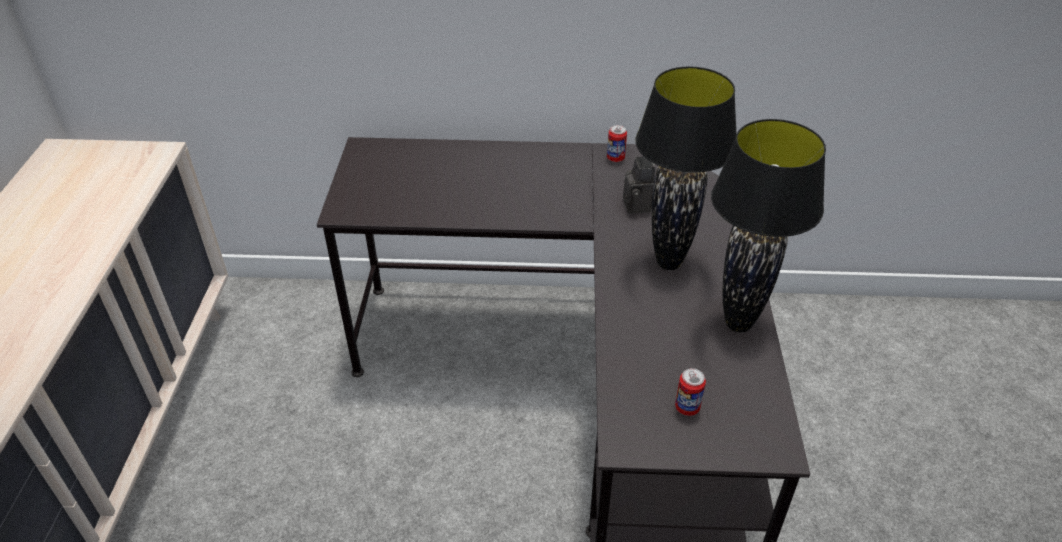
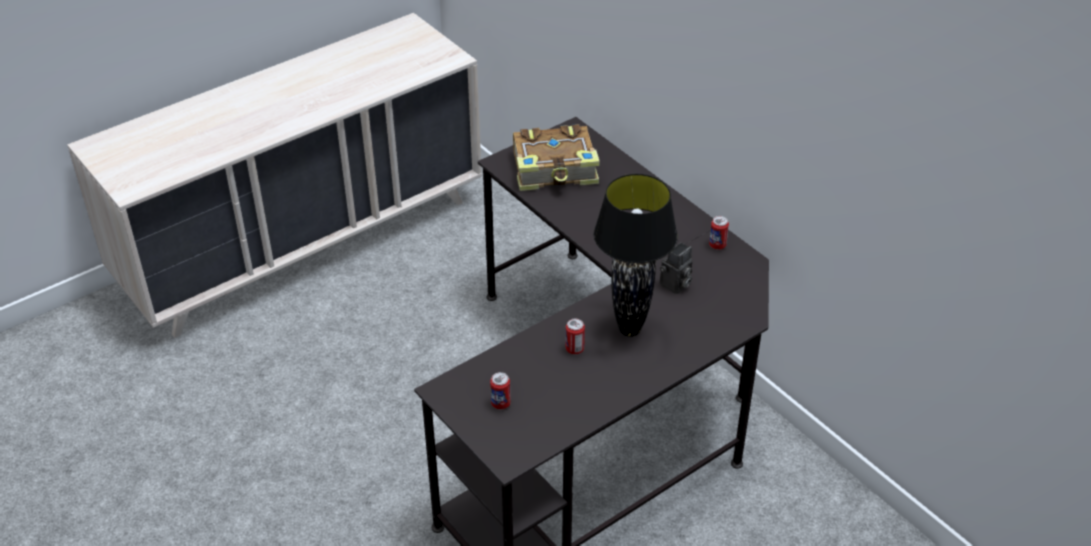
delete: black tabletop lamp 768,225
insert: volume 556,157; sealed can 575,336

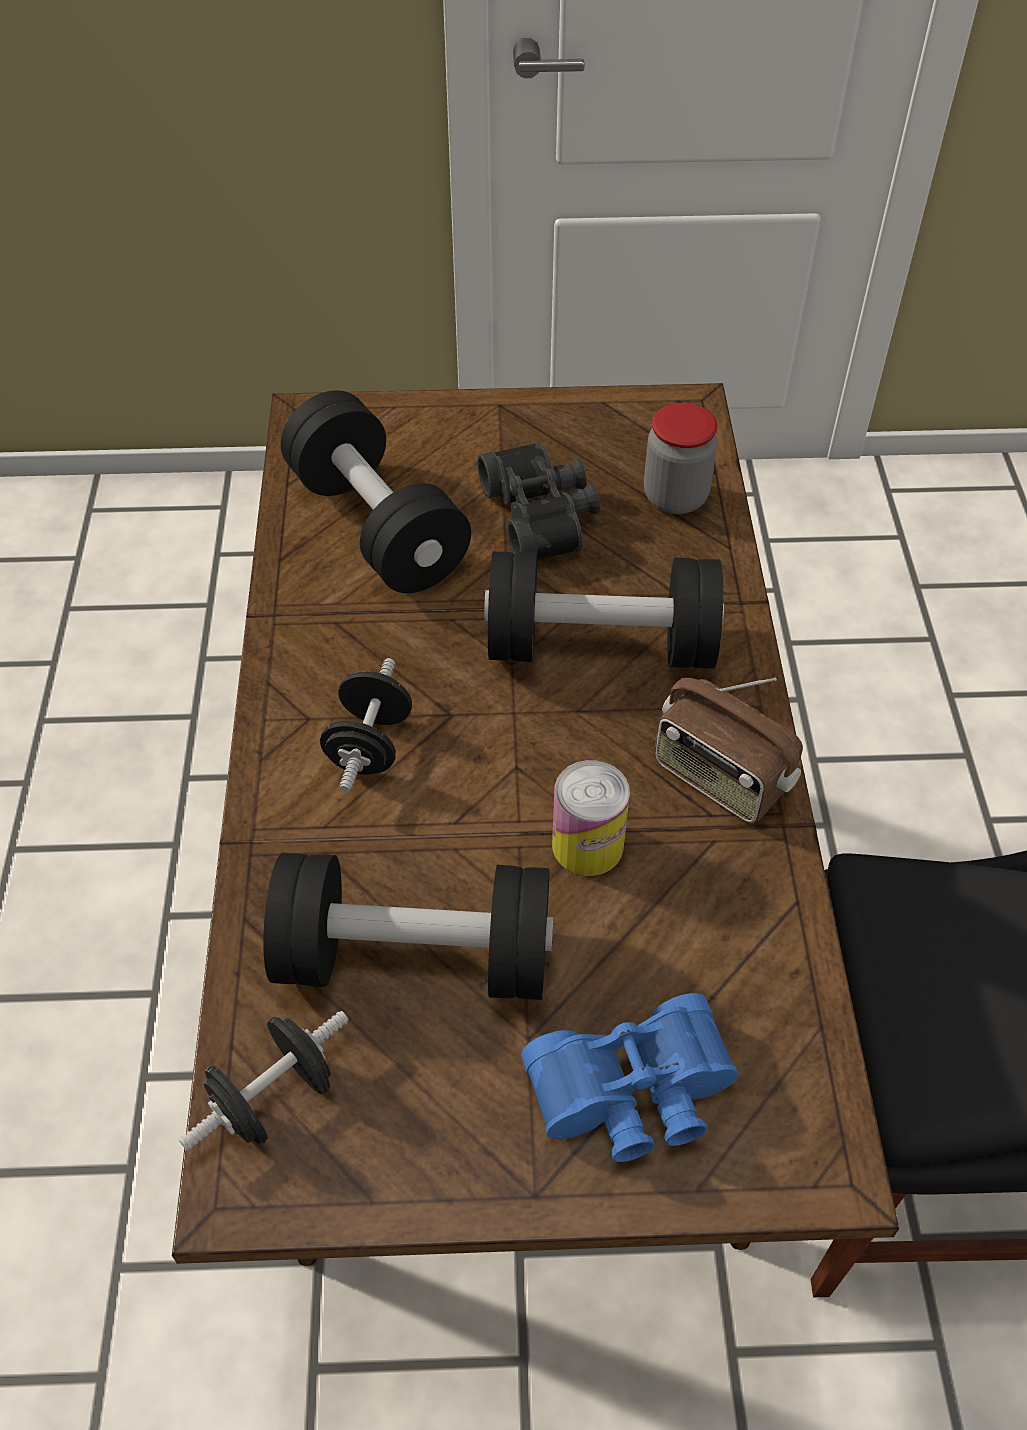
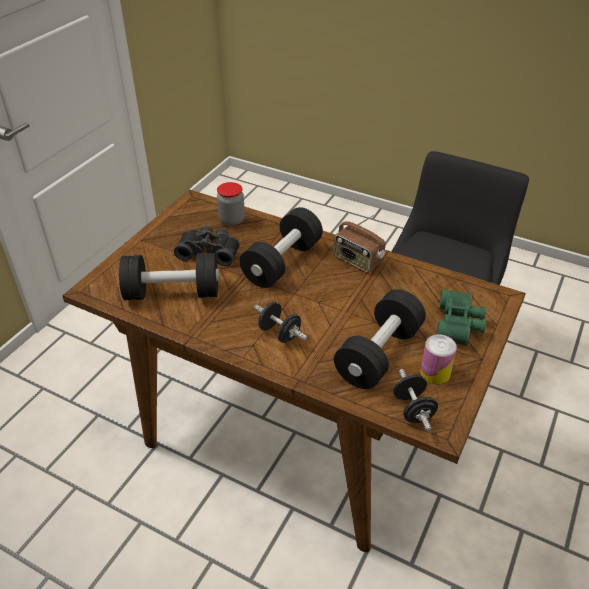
move: sealed can 591,818 to 438,359
recolor: blue pair of binoculars 630,1077 to green-coloured pair of binoculars 461,317
rotate: radio receiver 729,750 = 359,243 60 degrees clockwise

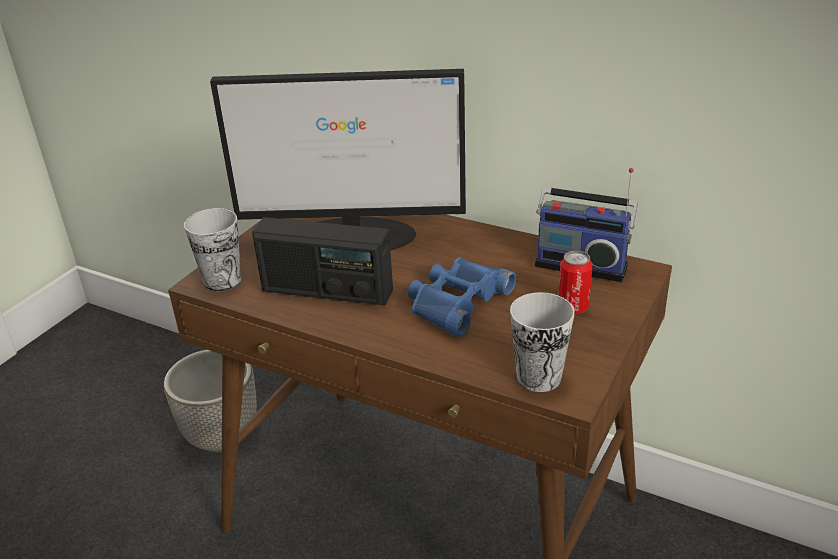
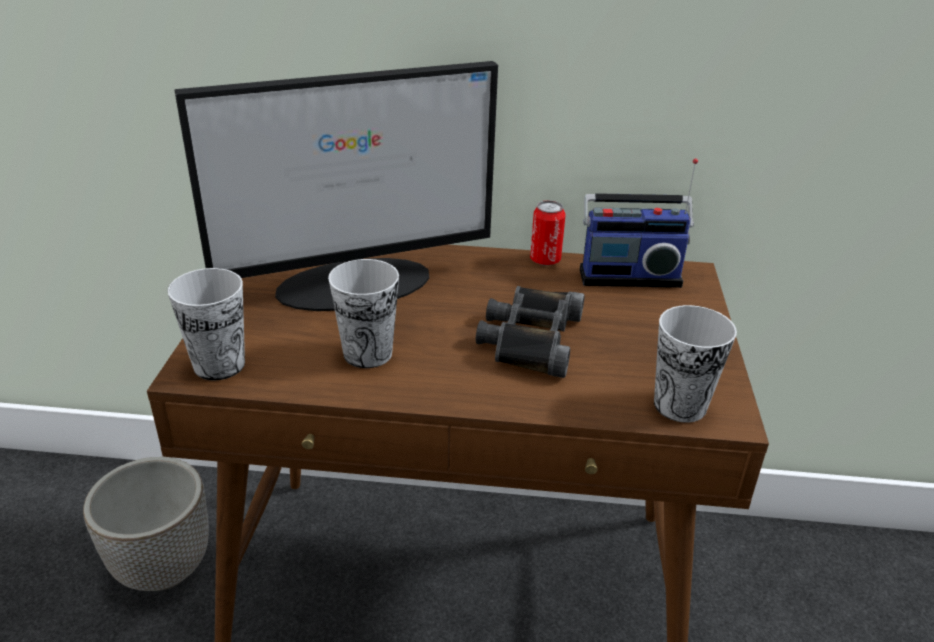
move: sealed can 575,282 to 547,233
replace: radio receiver 322,261 to cup 363,313
recolor: blue pair of binoculars 462,297 to black pair of binoculars 530,332

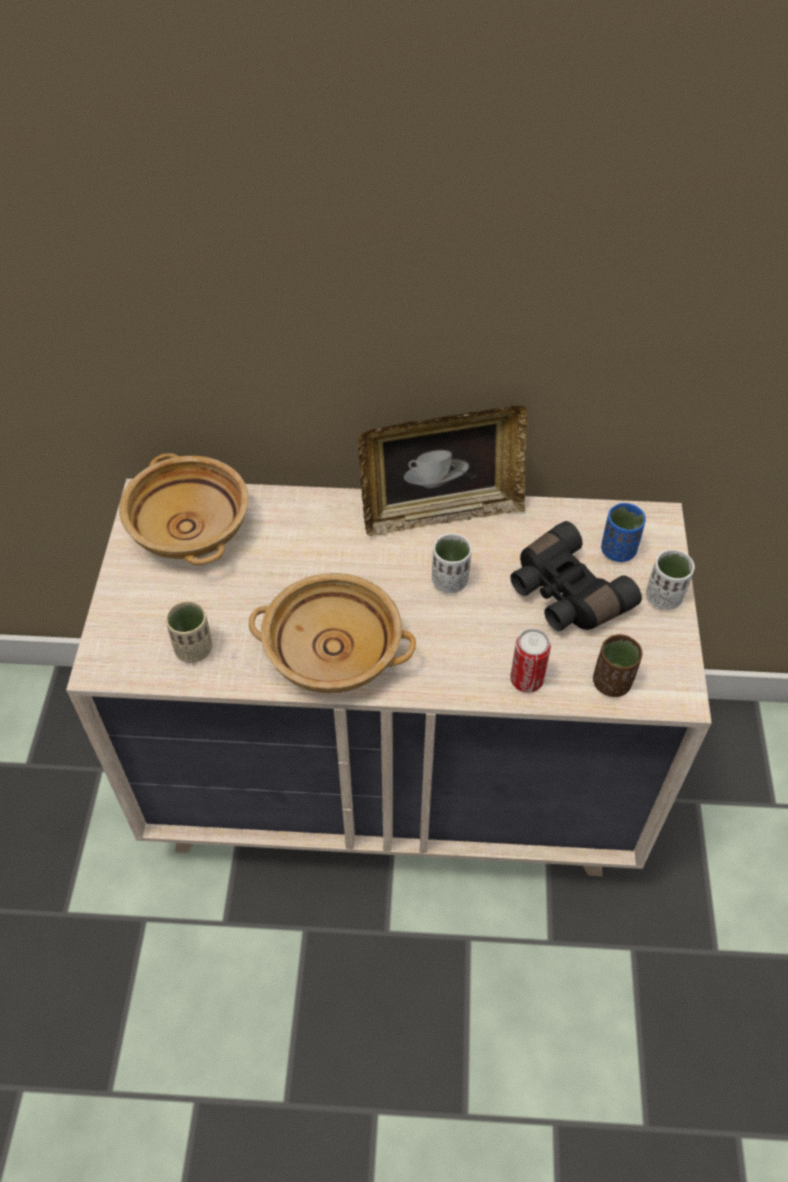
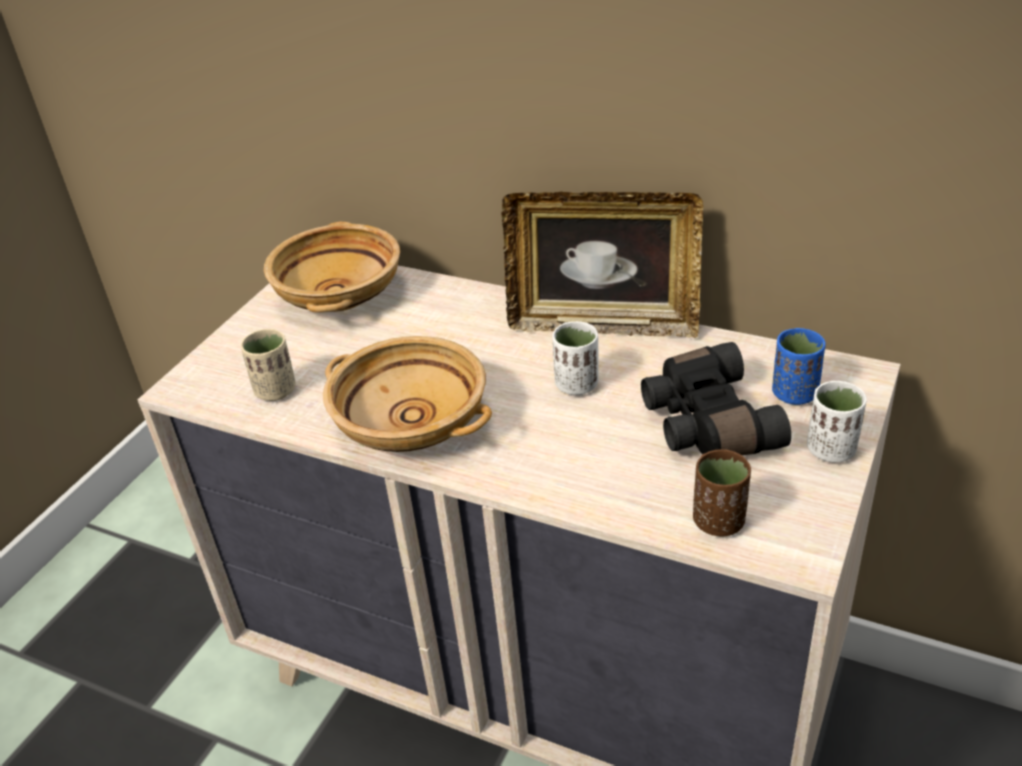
delete: sealed can 530,661

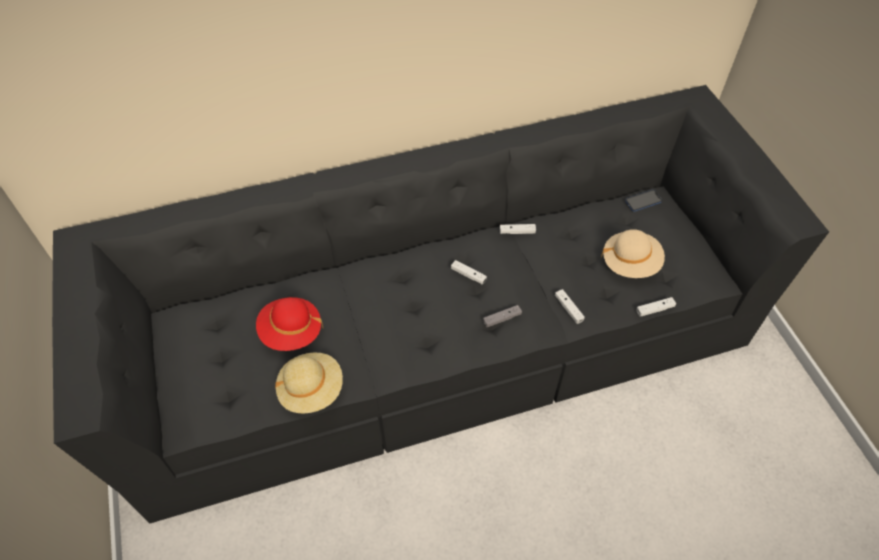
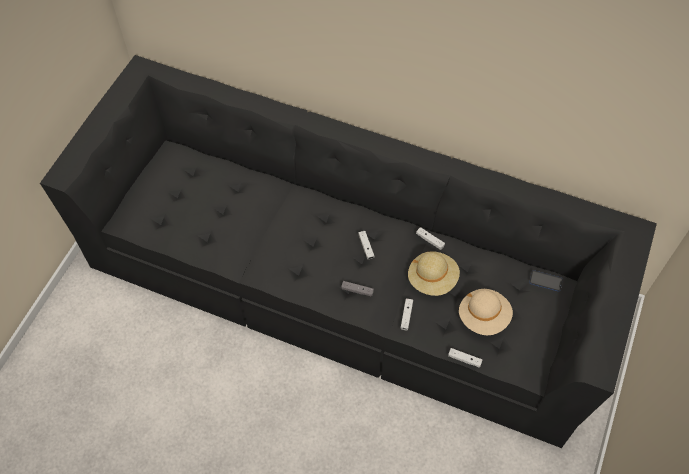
delete: reddish clothing hat 289,324
move: sand-coloured clothing hat 309,383 to 434,273

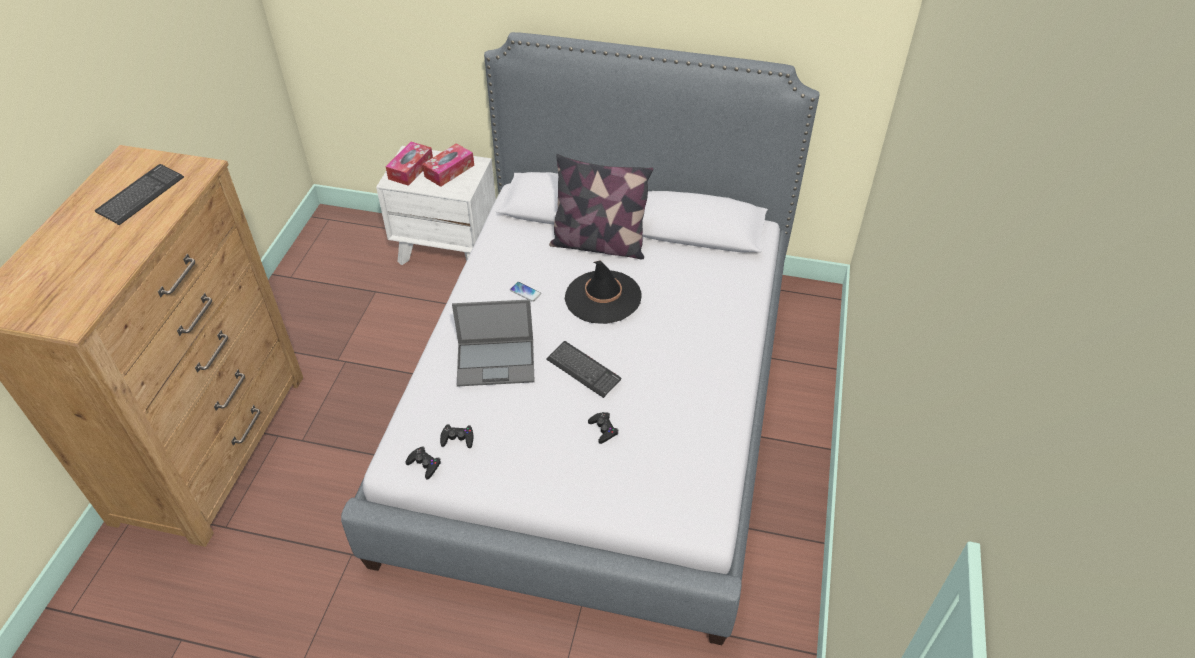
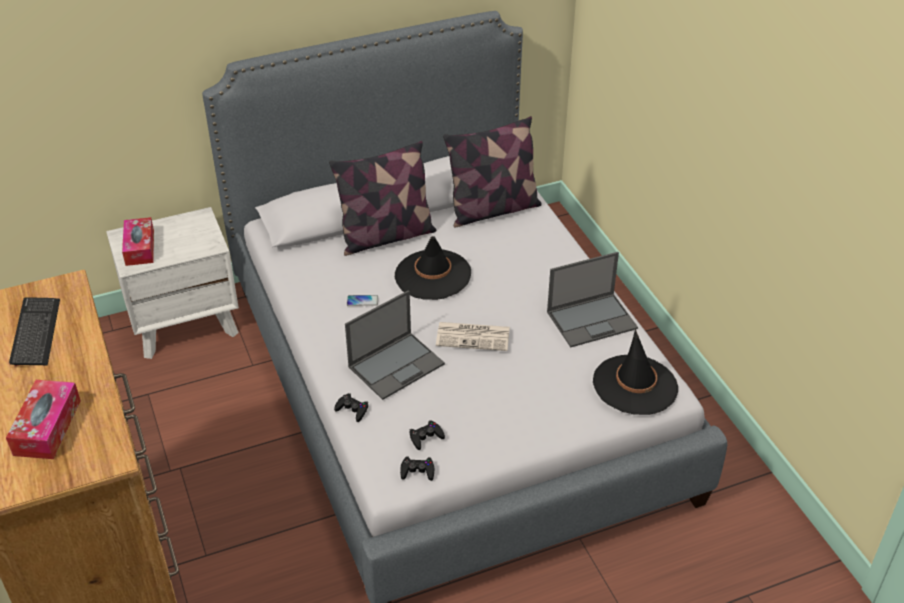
insert: throw pillow 492,172; laptop 592,300; black clothing hat 635,372
move: box of tissues 448,165 to 43,419; black gamepad 603,428 to 351,407
replace: keyboard 584,369 to daily paper 473,336

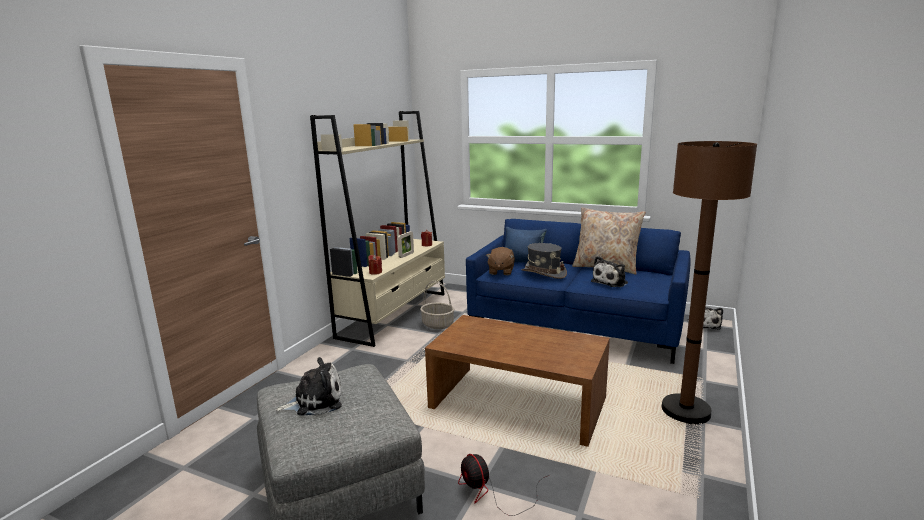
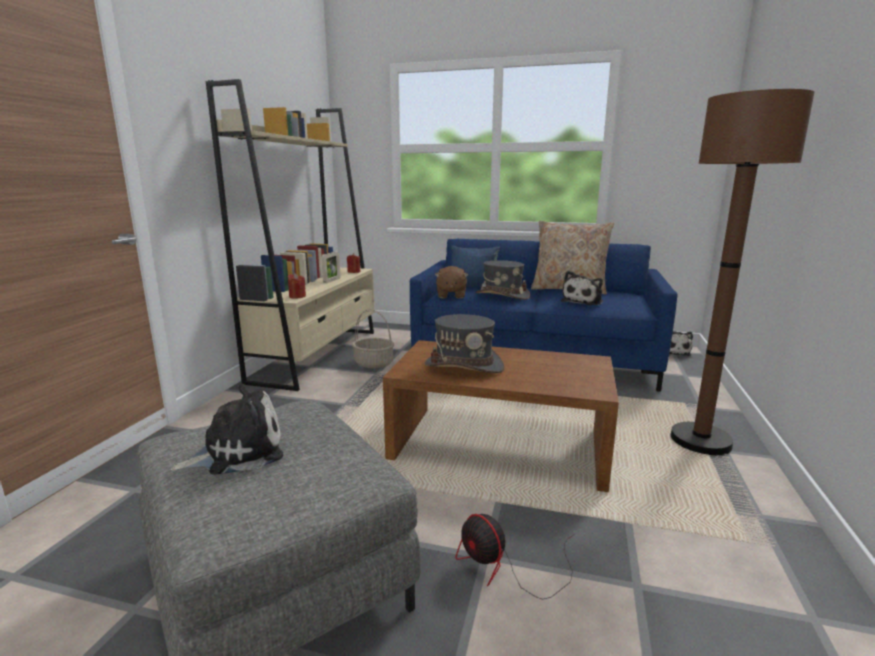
insert: grey clothing hat 464,343

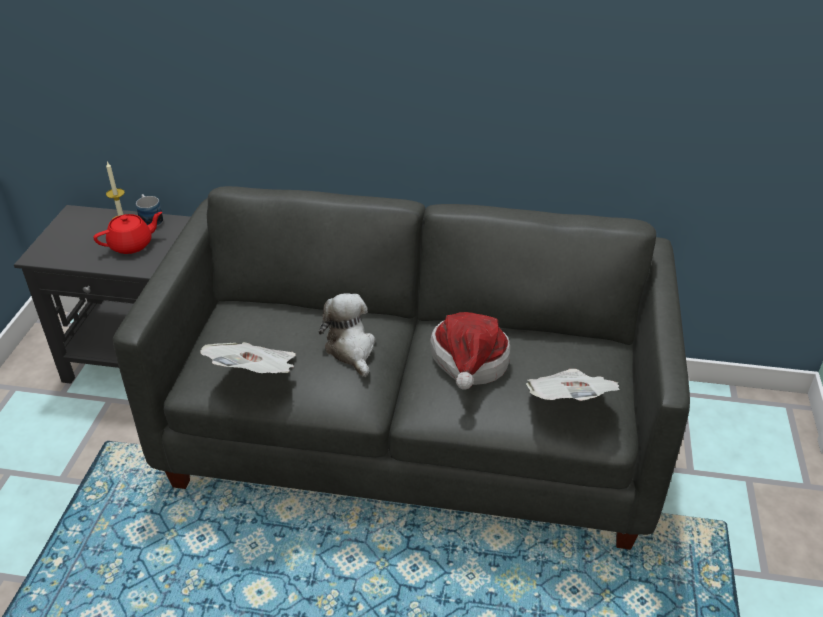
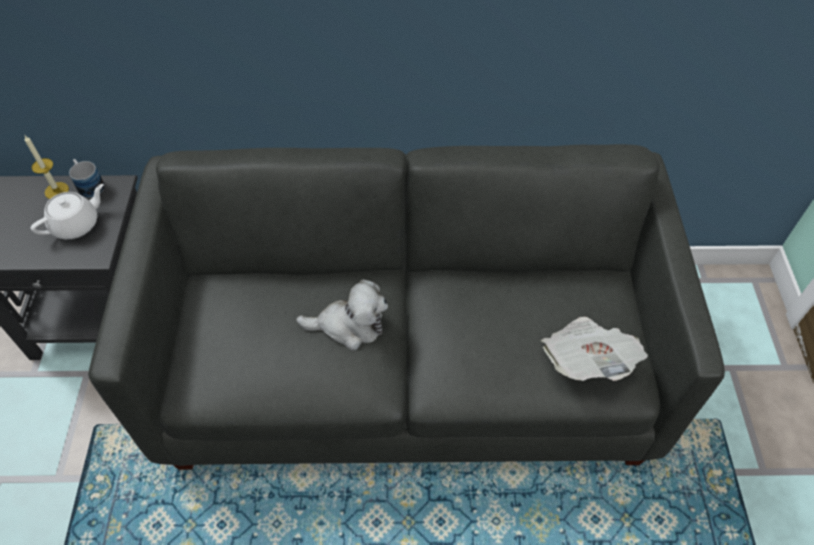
delete: daily paper 248,357; clothing hat 470,351
recolor: reddish teapot 128,233 to white-coloured teapot 67,212
rotate: cuddly toy 347,335 = 342,314 120 degrees clockwise

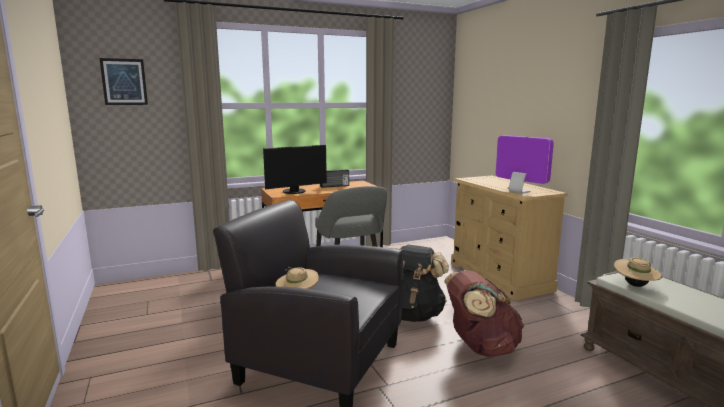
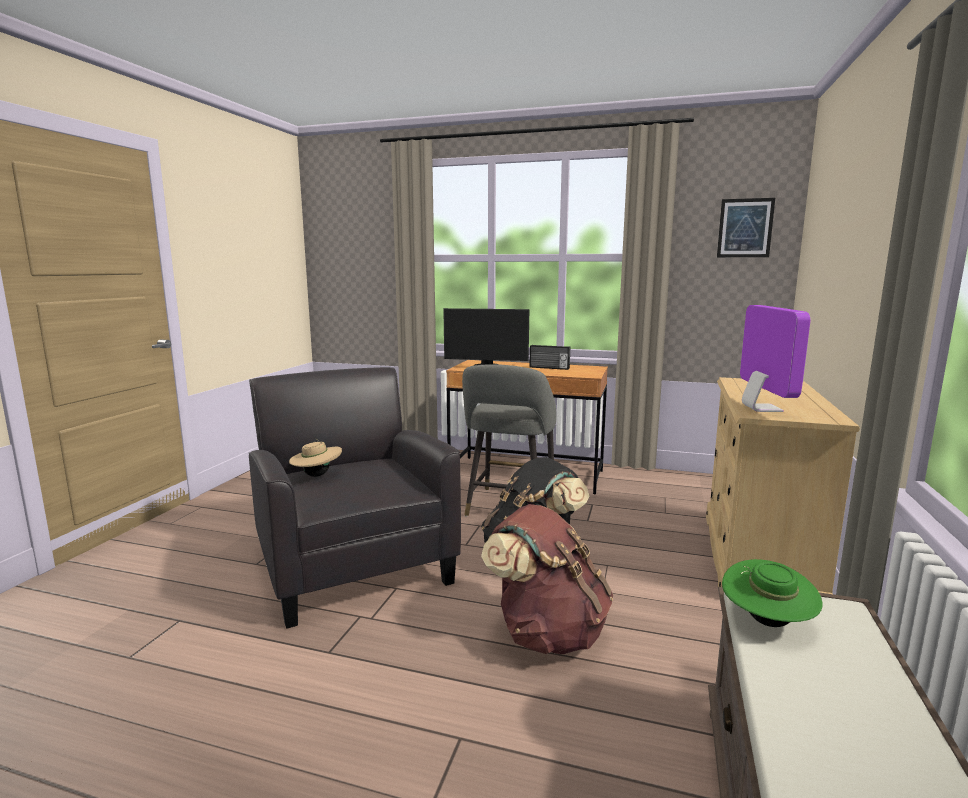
move: picture 123,81 to 746,227
recolor: sand-coloured clothing hat 638,272 to green-coloured clothing hat 772,593

